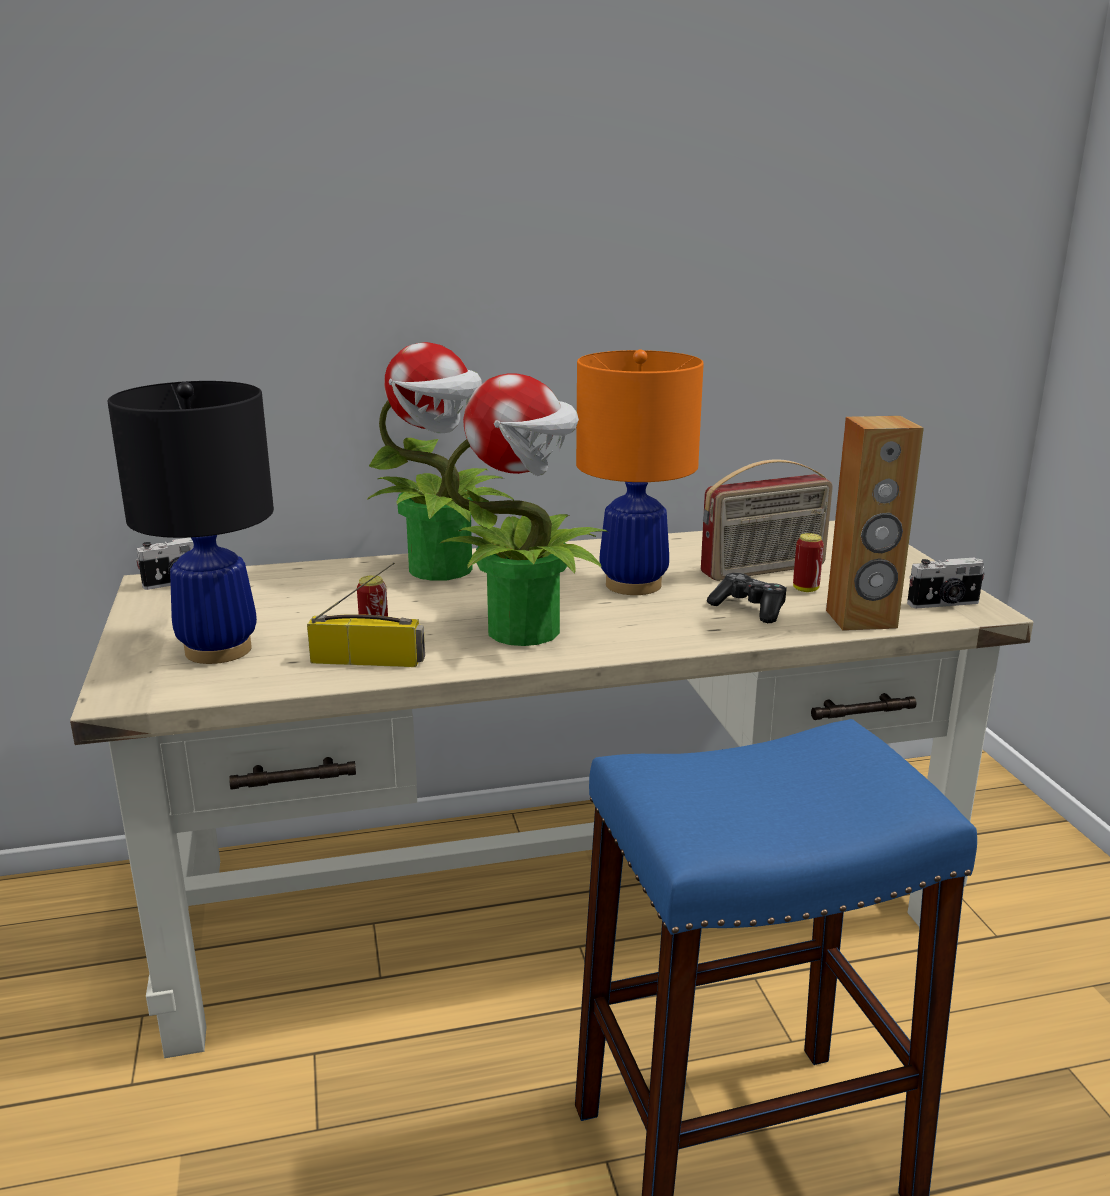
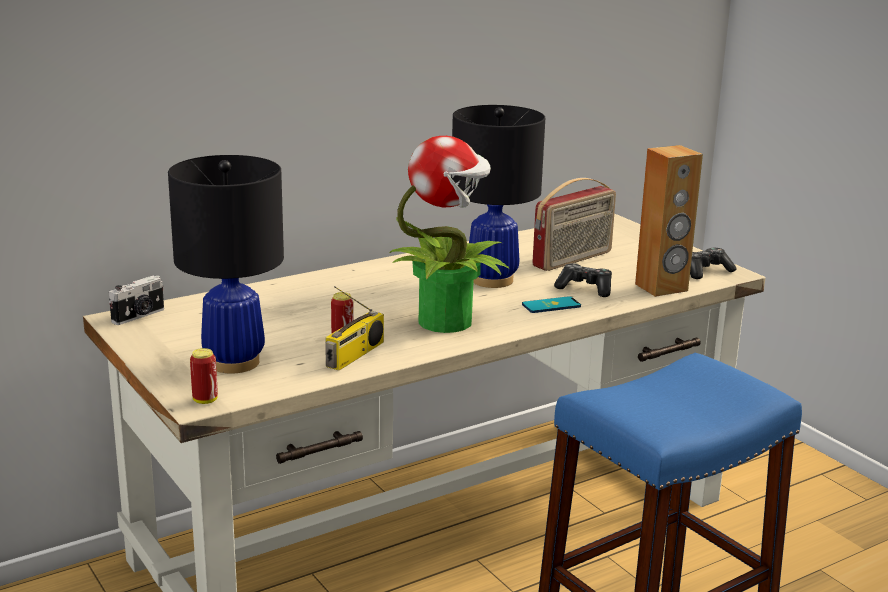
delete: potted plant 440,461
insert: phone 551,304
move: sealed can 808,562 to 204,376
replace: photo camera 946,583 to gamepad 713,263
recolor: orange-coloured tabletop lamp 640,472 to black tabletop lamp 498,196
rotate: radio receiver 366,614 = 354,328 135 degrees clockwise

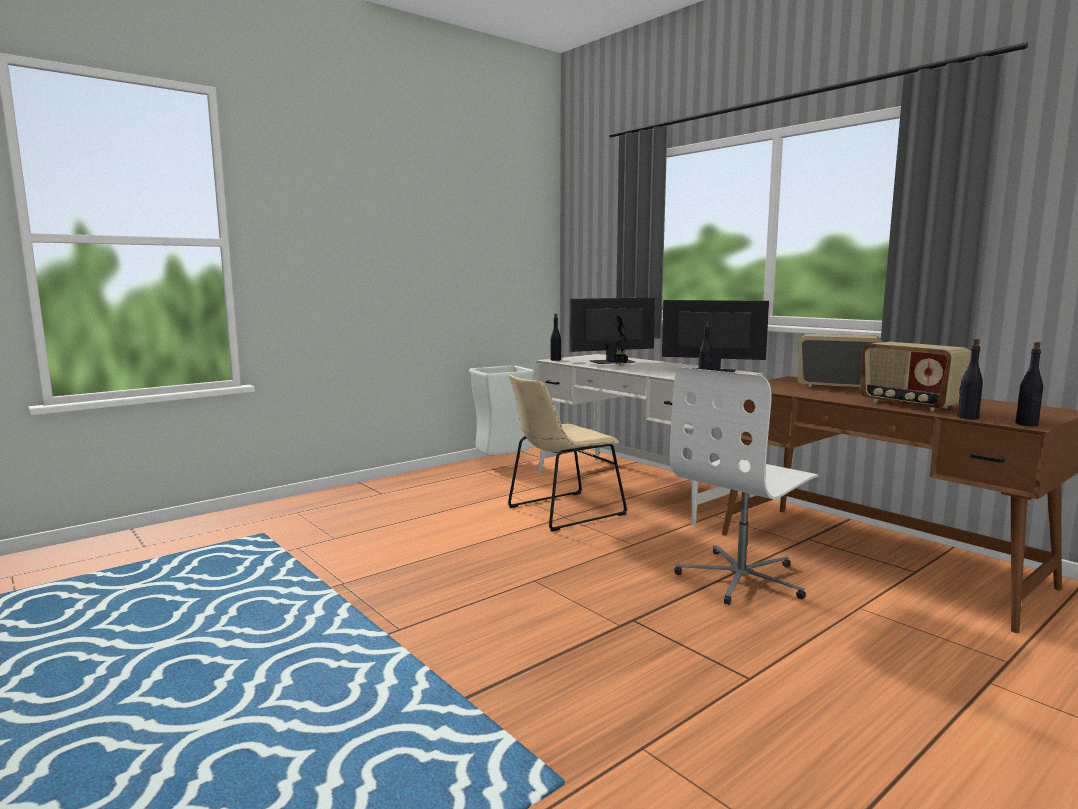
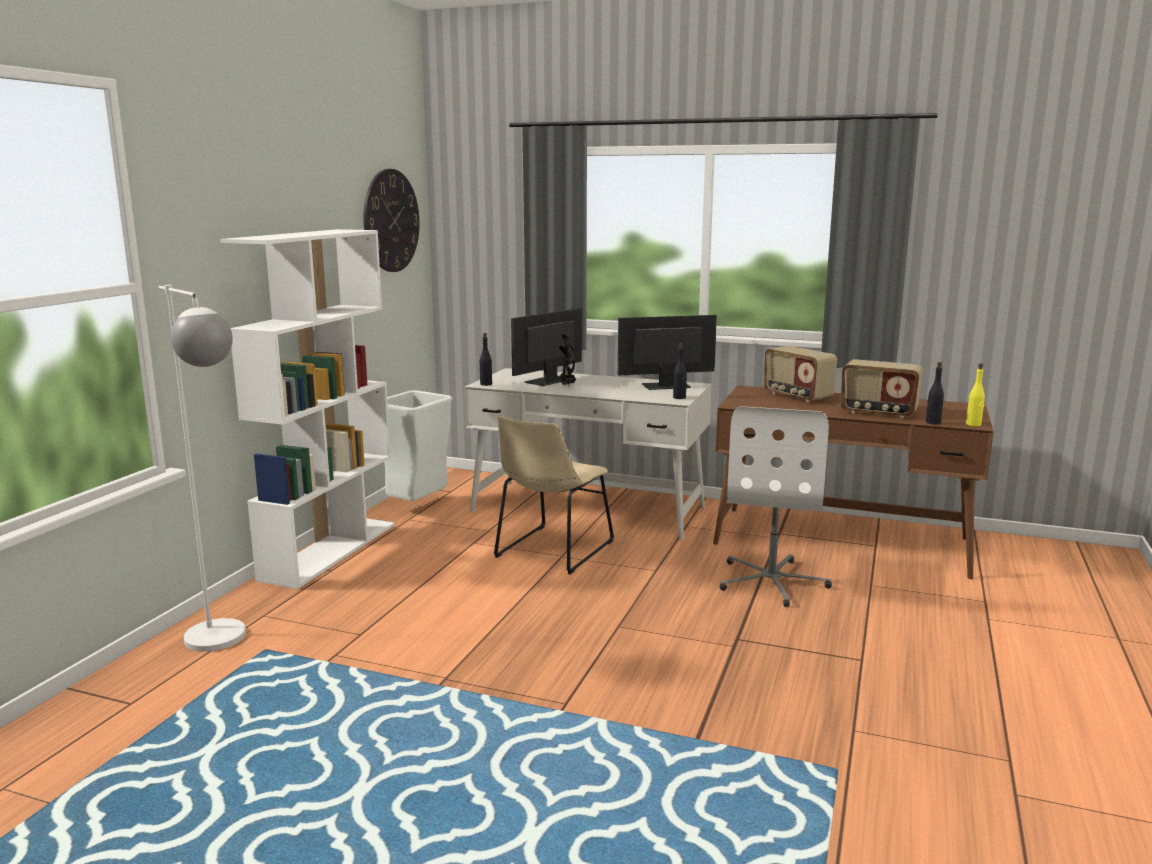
insert: white-coloured standing lamp 202,468; white-coloured shelving unit 307,409; hanging clock 391,220
recolor: black drink bottle 1029,384 to yellow drink bottle 975,394
rotate: radio receiver 839,360 = 800,374 120 degrees counterclockwise

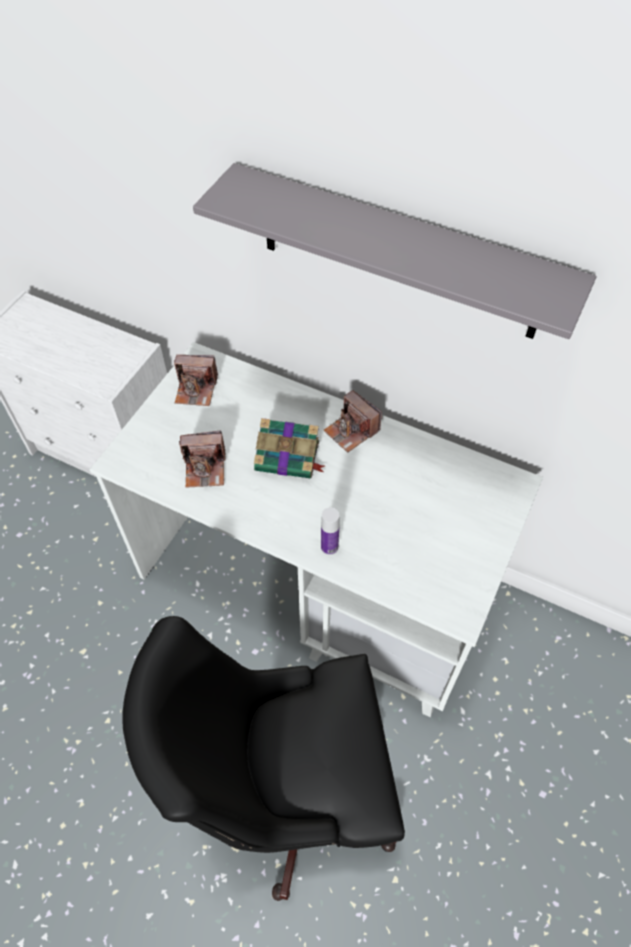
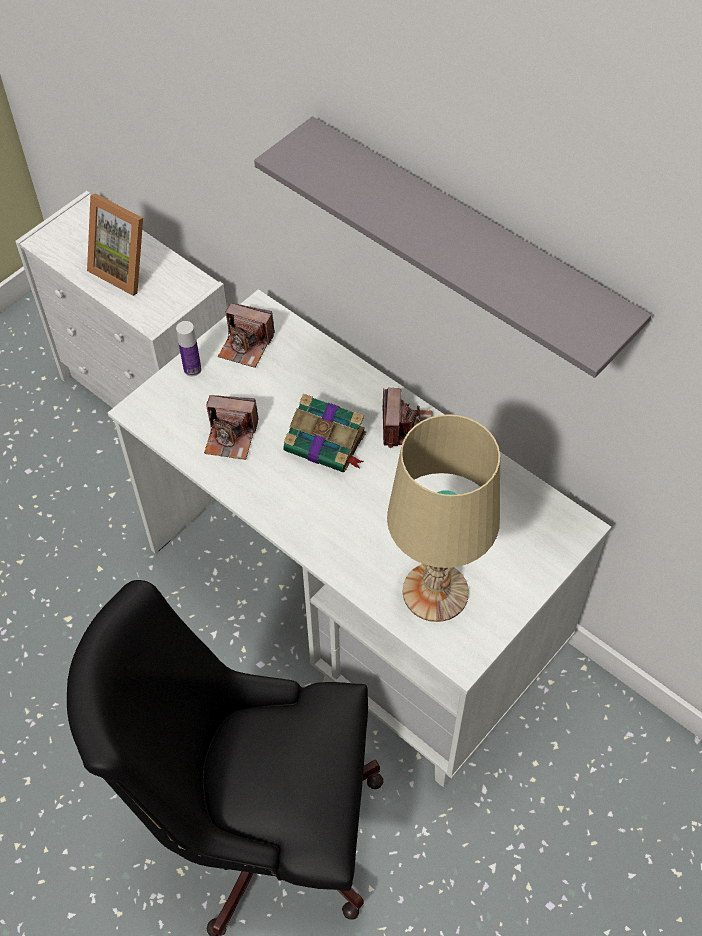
insert: picture frame 115,245; sand-coloured tabletop lamp 443,518
move: drink bottle 330,531 to 188,348
rotate: photo camera 352,421 = 407,418 150 degrees counterclockwise

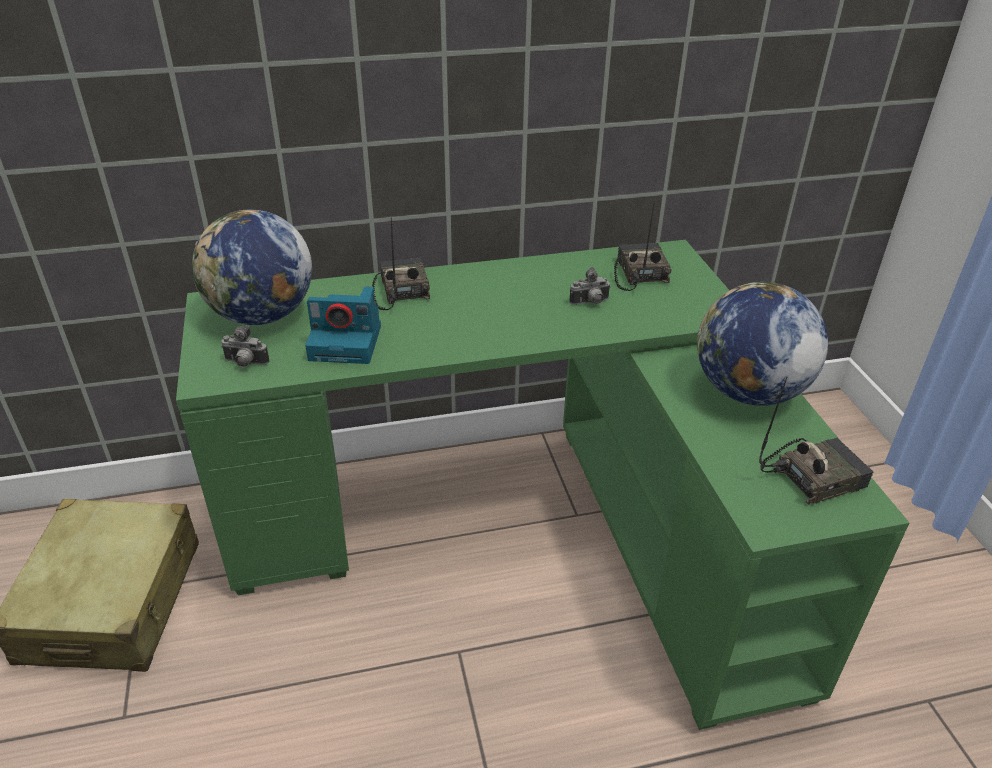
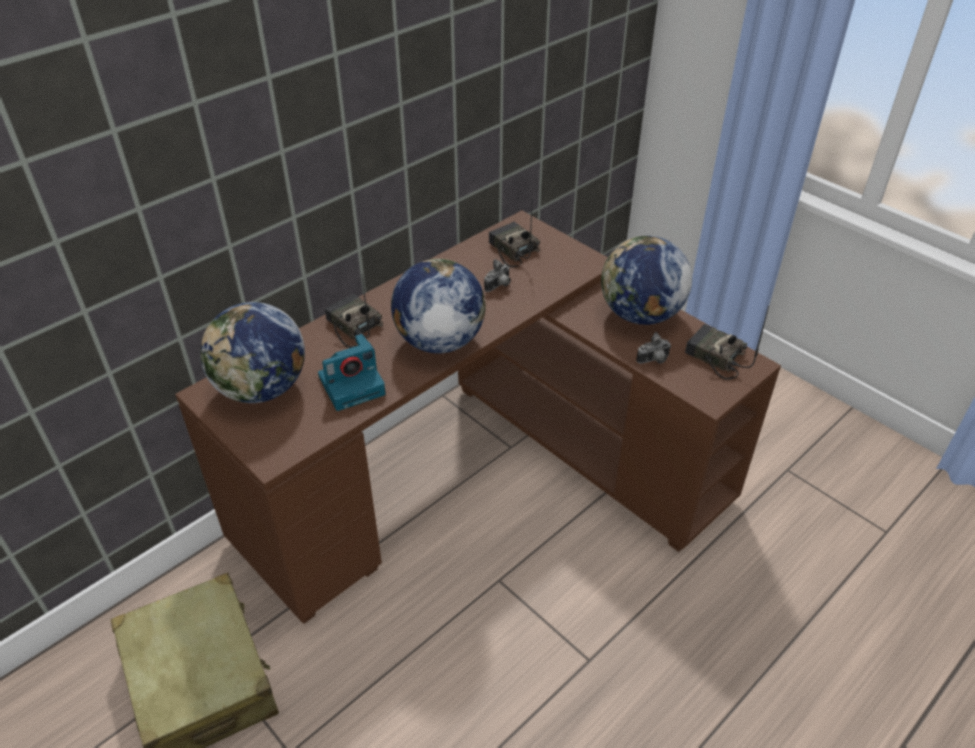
insert: desk globe 438,306
move: photo camera 245,346 to 653,348
recolor: green-coloured desk 542,485 to brown-coloured desk 478,417
rotate: radio receiver 816,440 = 727,342 90 degrees counterclockwise

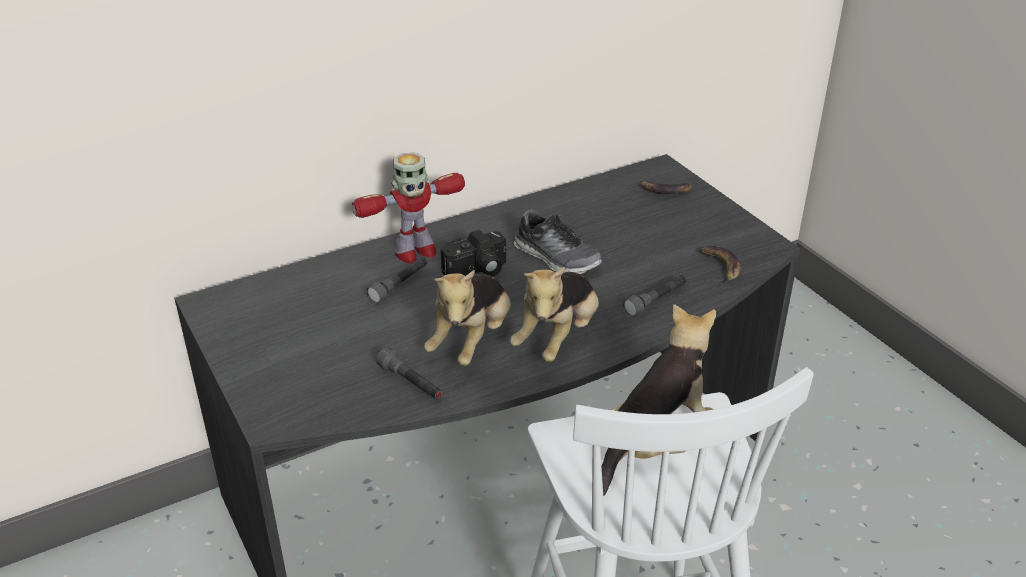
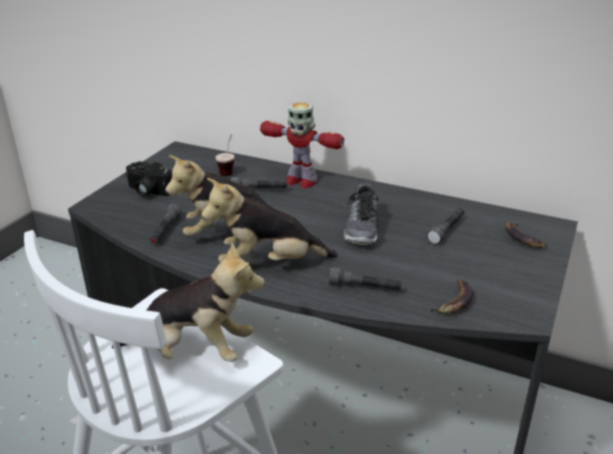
insert: cup 225,155; grey hand torch 446,226
move: photo camera 474,253 to 148,178

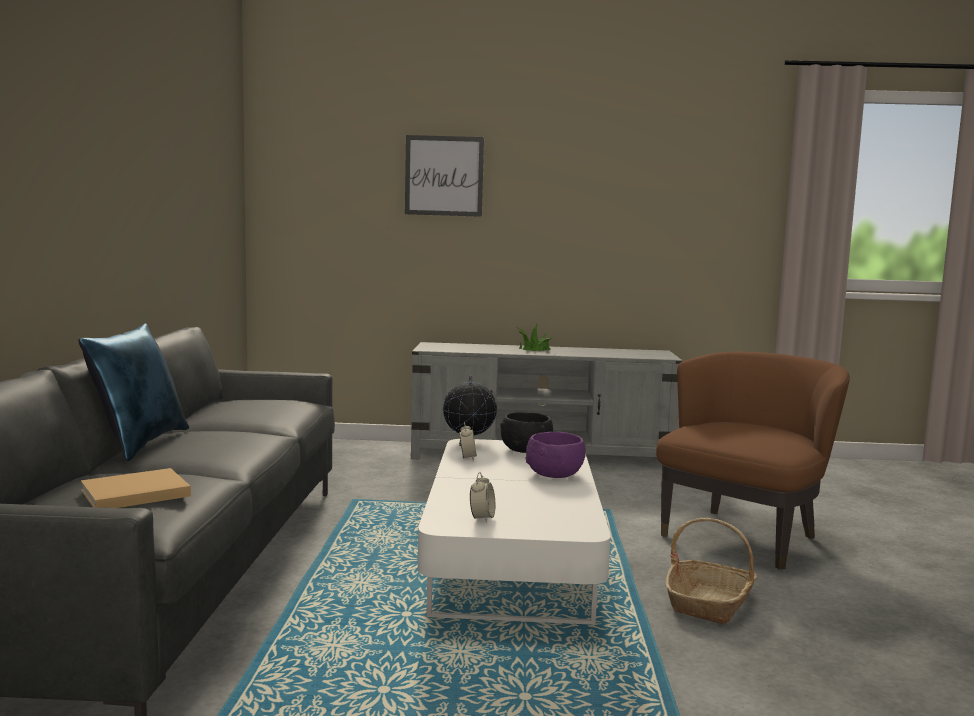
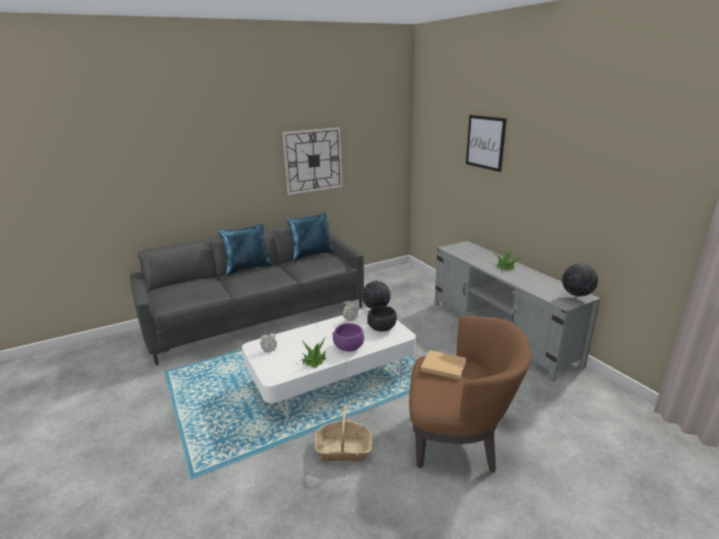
insert: hanging clock 312,161; blue throw pillow 310,236; potted plant 313,352; desk globe 580,280
move: sand-coloured volume 136,488 to 444,365

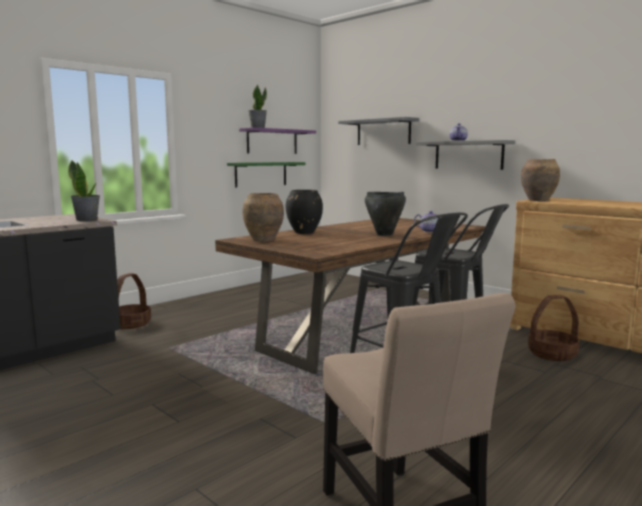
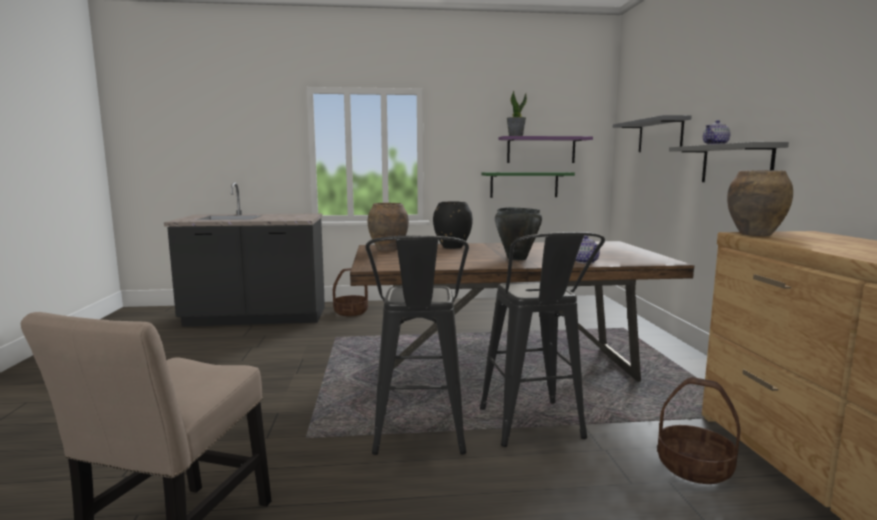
delete: potted plant 84,190

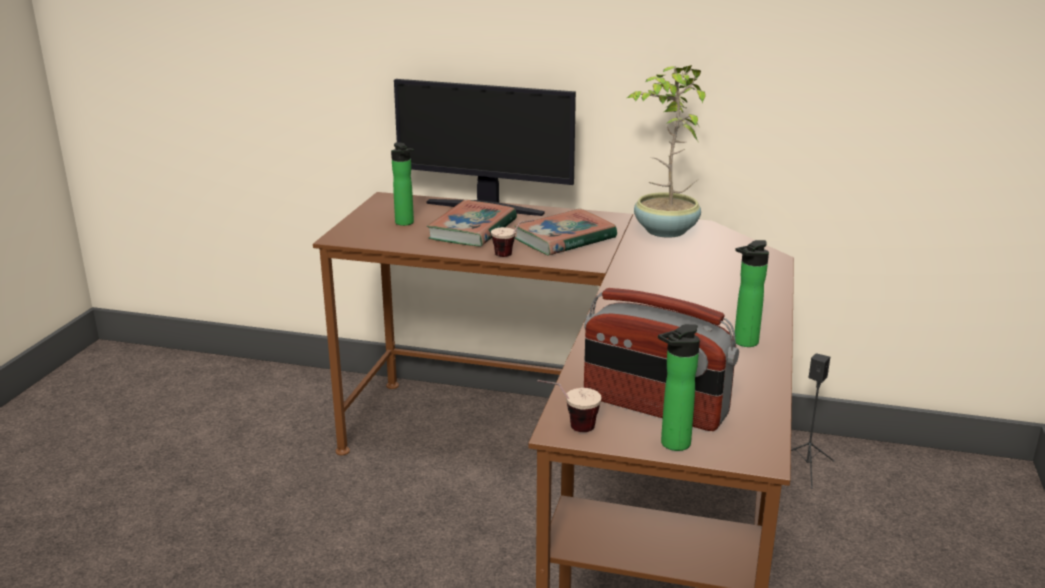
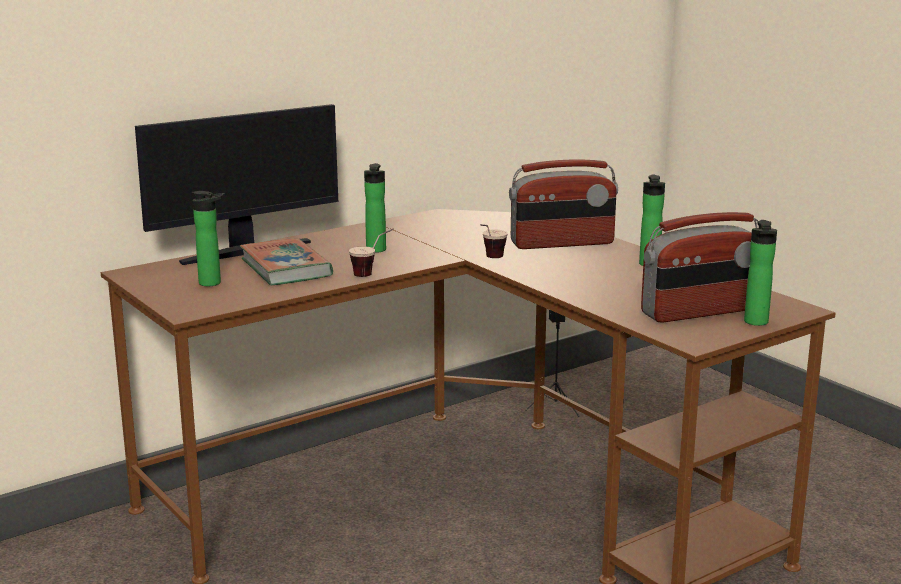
delete: potted plant 666,151
insert: radio receiver 563,204
move: cup 570,406 to 494,241
replace: volume 565,232 to drink bottle 375,208

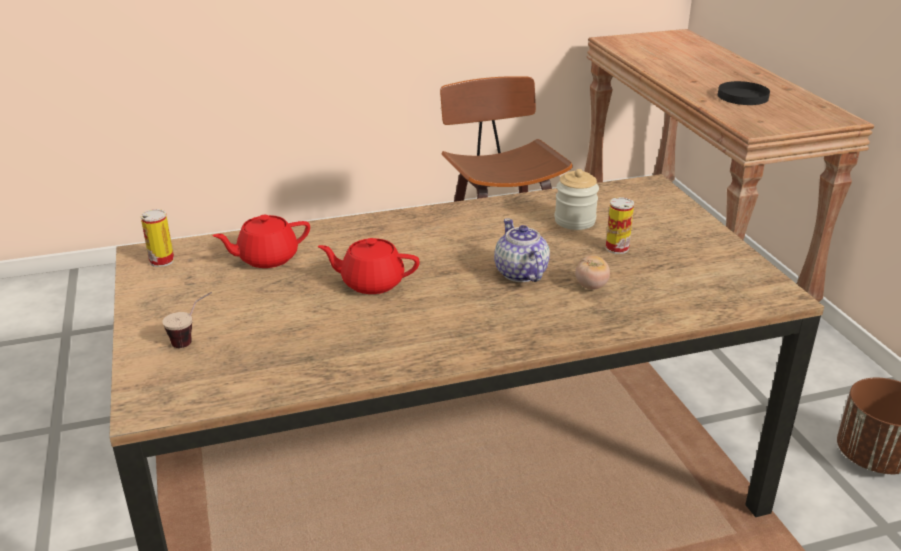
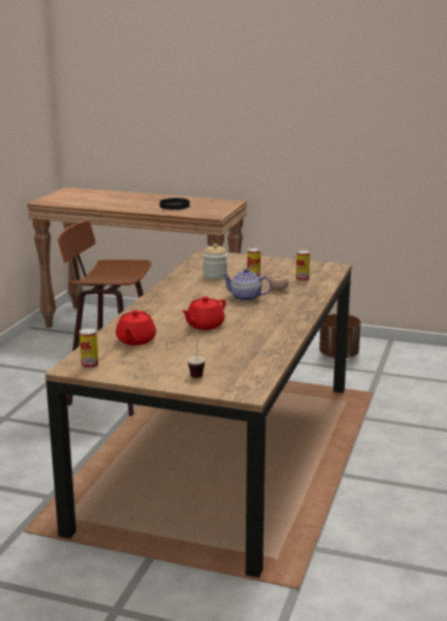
insert: sealed can 303,265

